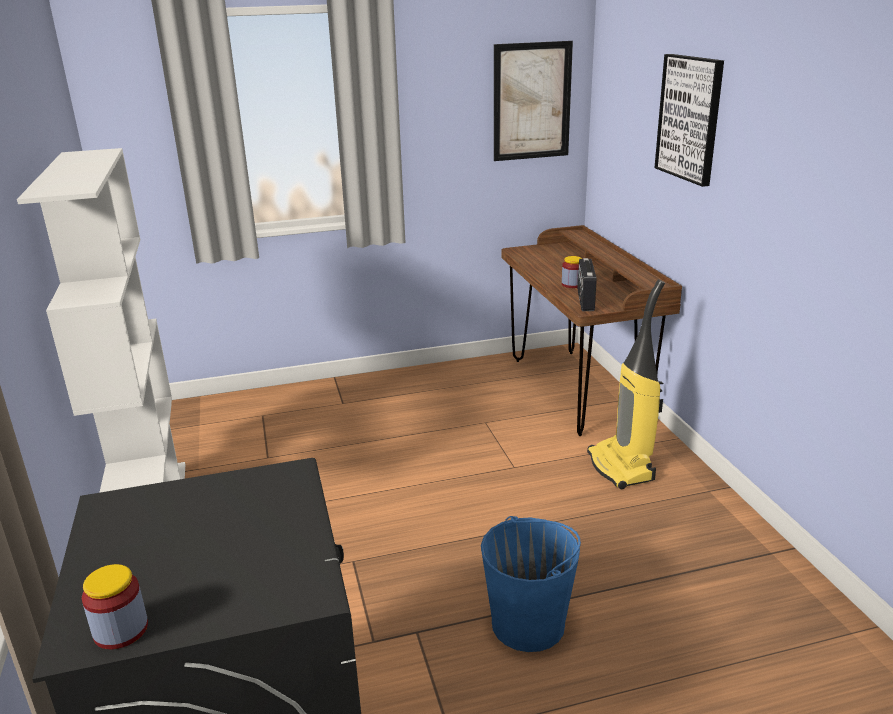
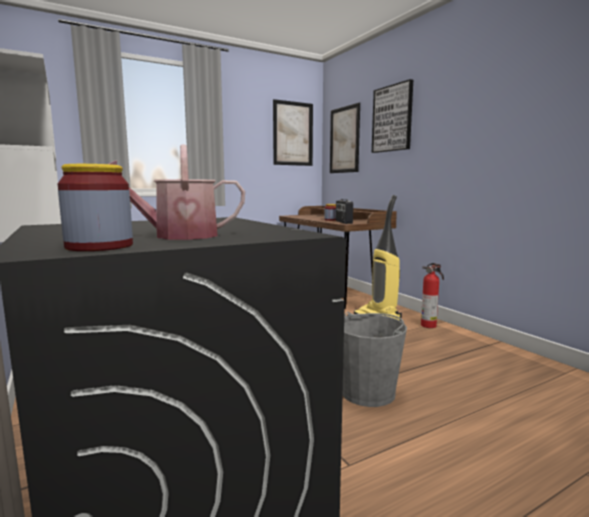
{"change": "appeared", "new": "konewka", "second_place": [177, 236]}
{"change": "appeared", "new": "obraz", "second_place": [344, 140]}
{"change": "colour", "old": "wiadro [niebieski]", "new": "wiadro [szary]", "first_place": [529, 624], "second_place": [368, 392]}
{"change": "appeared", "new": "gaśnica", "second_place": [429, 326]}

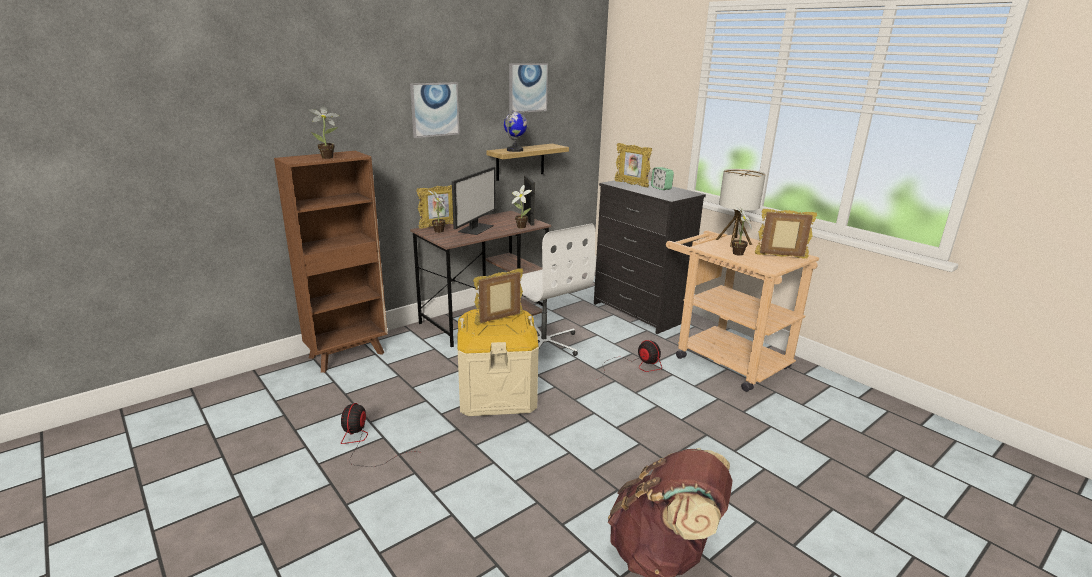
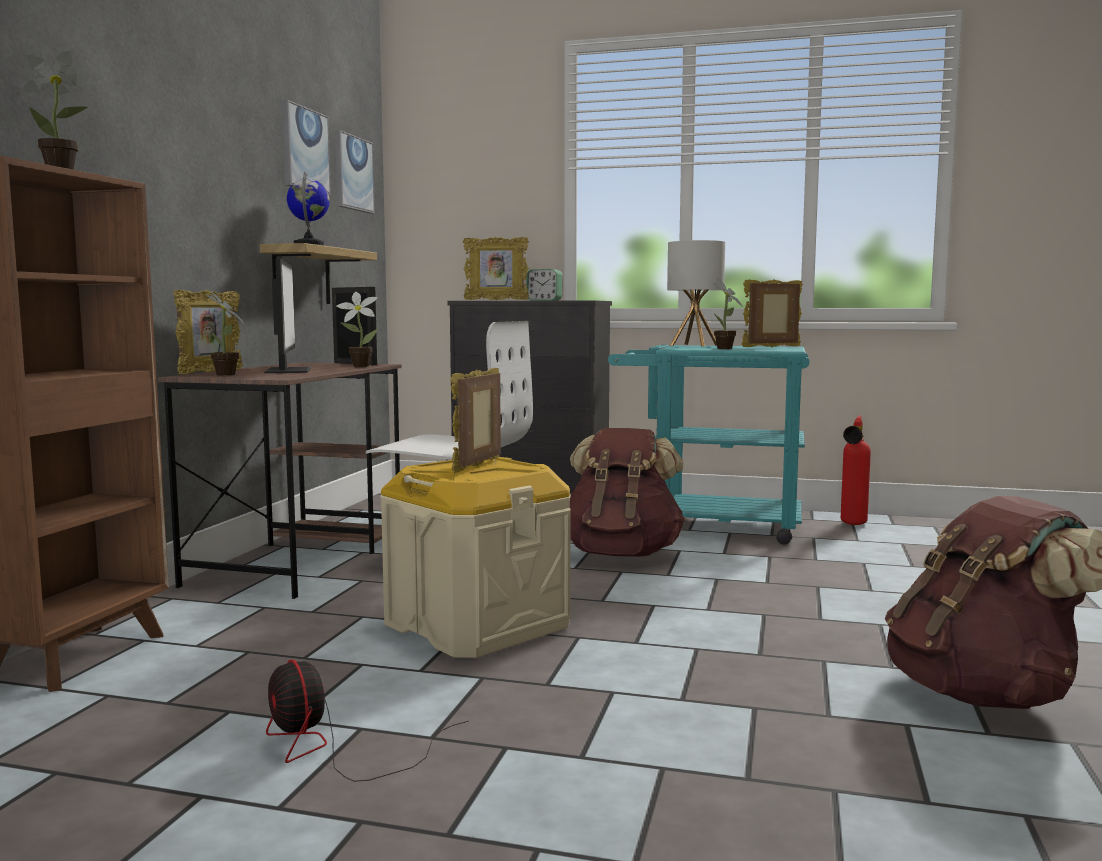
{"change": "relocated", "old": "obraz", "first_place": [434, 109], "second_place": [353, 173]}
{"change": "exchanged", "old": "wentylator", "new": "plecak [brązowy]", "first_place": [634, 366], "second_place": [621, 554]}
{"change": "colour", "old": "wózek [beżowy]", "new": "wózek [turkusowy]", "first_place": [723, 358], "second_place": [710, 526]}
{"change": "appeared", "new": "gaśnica", "second_place": [852, 525]}

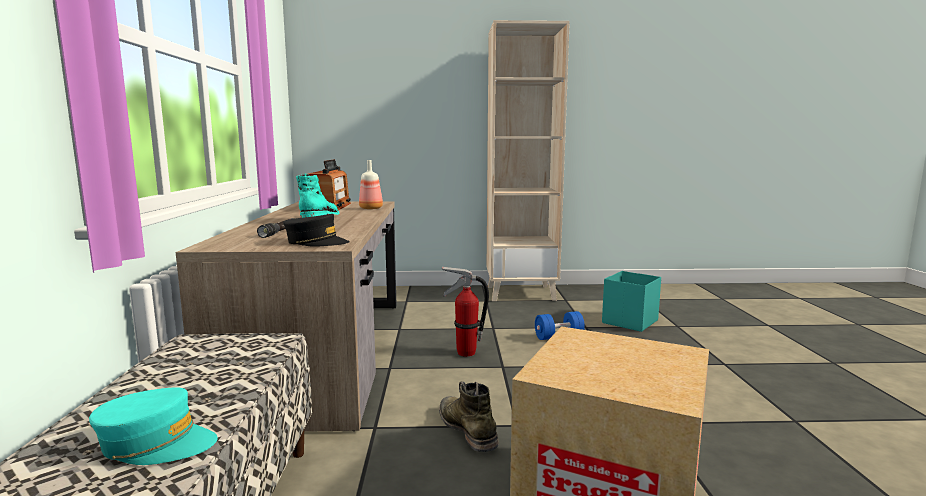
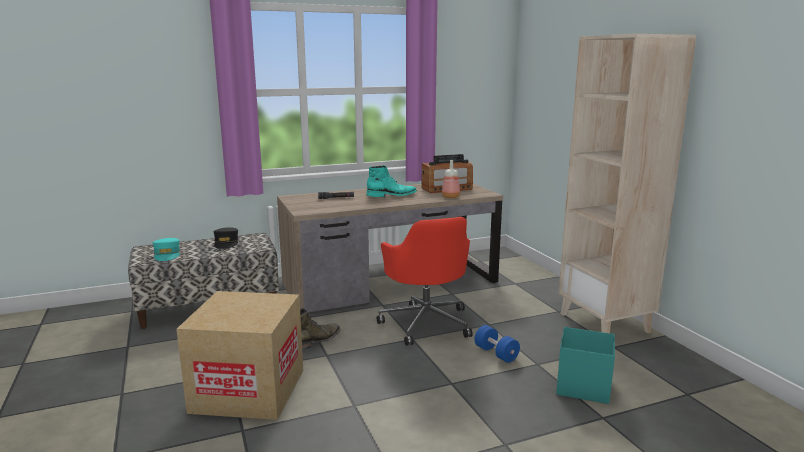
{"change": "relocated", "old": "czapka z daszkiem [czarny]", "first_place": [316, 242], "second_place": [226, 243]}
{"change": "exchanged", "old": "gaśnica", "new": "krzesło biurowe [czerwony]", "first_place": [465, 353], "second_place": [426, 322]}

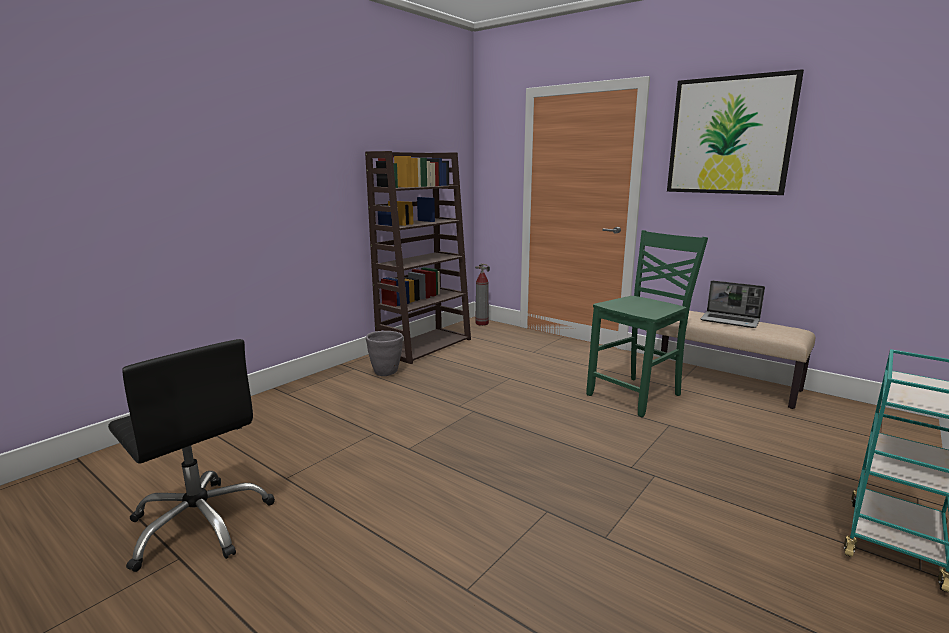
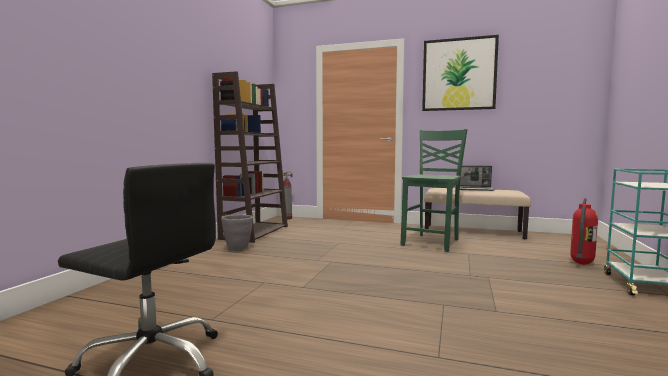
{"change": "appeared", "new": "gaśnica", "second_place": [581, 263]}

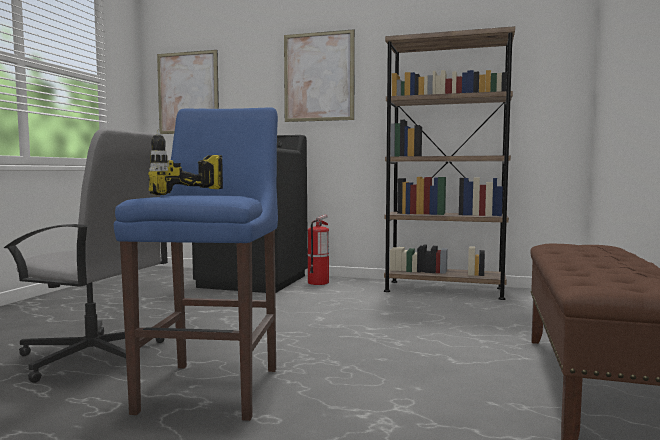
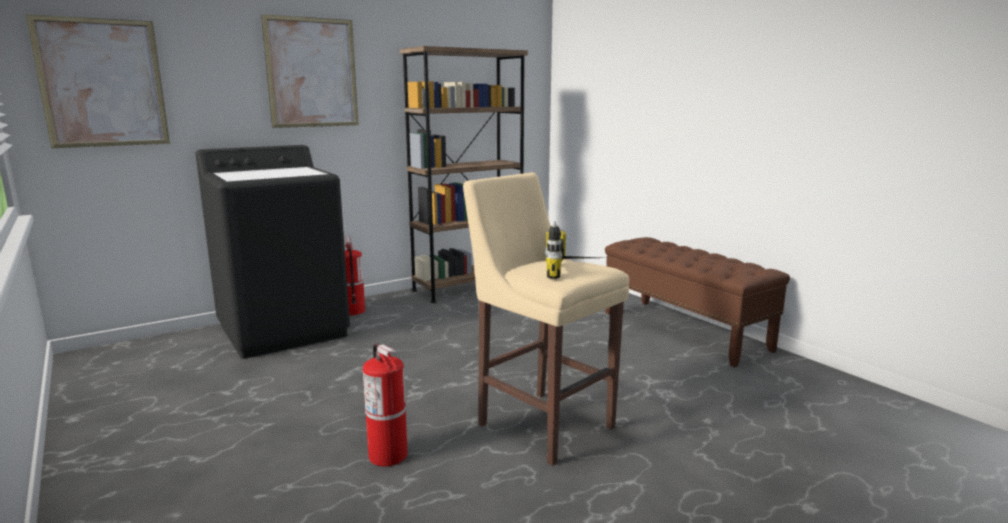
{"change": "exchanged", "old": "krzesło biurowe [szary]", "new": "gaśnica", "first_place": [94, 356], "second_place": [388, 456]}
{"change": "colour", "old": "stołek [niebieski]", "new": "stołek [beżowy]", "first_place": [214, 386], "second_place": [541, 423]}

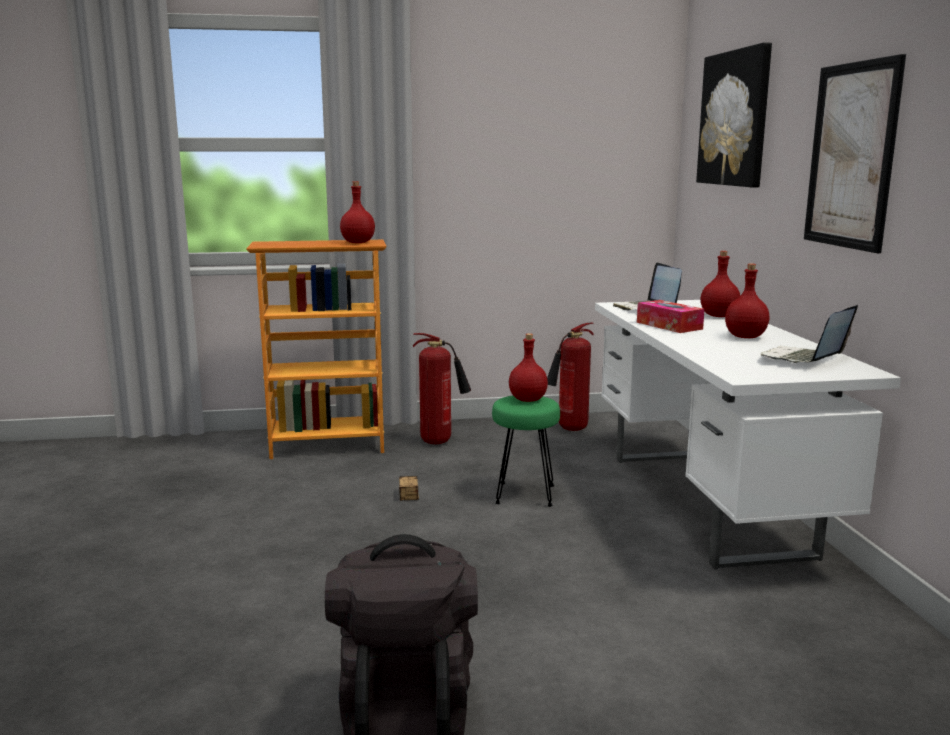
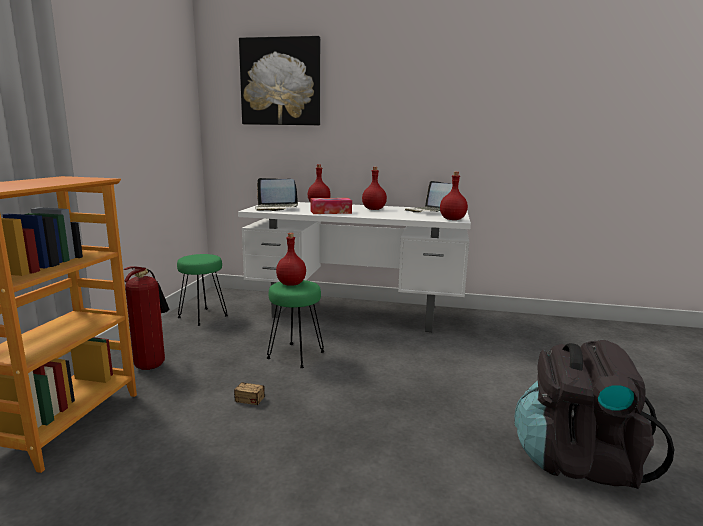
{"change": "exchanged", "old": "gaśnica", "new": "stołek [zielony]", "first_place": [570, 430], "second_place": [203, 316]}
{"change": "relocated", "old": "butelka [czerwony]", "first_place": [357, 242], "second_place": [452, 219]}
{"change": "missing", "old": "obraz", "first_place": [851, 156]}

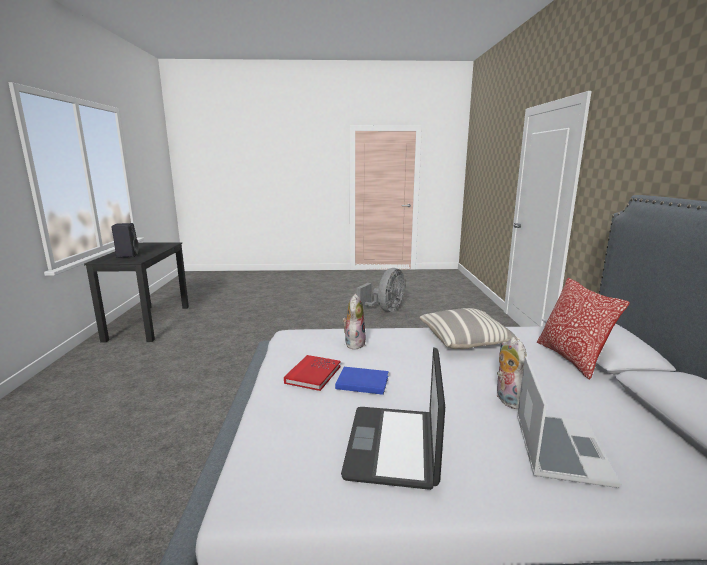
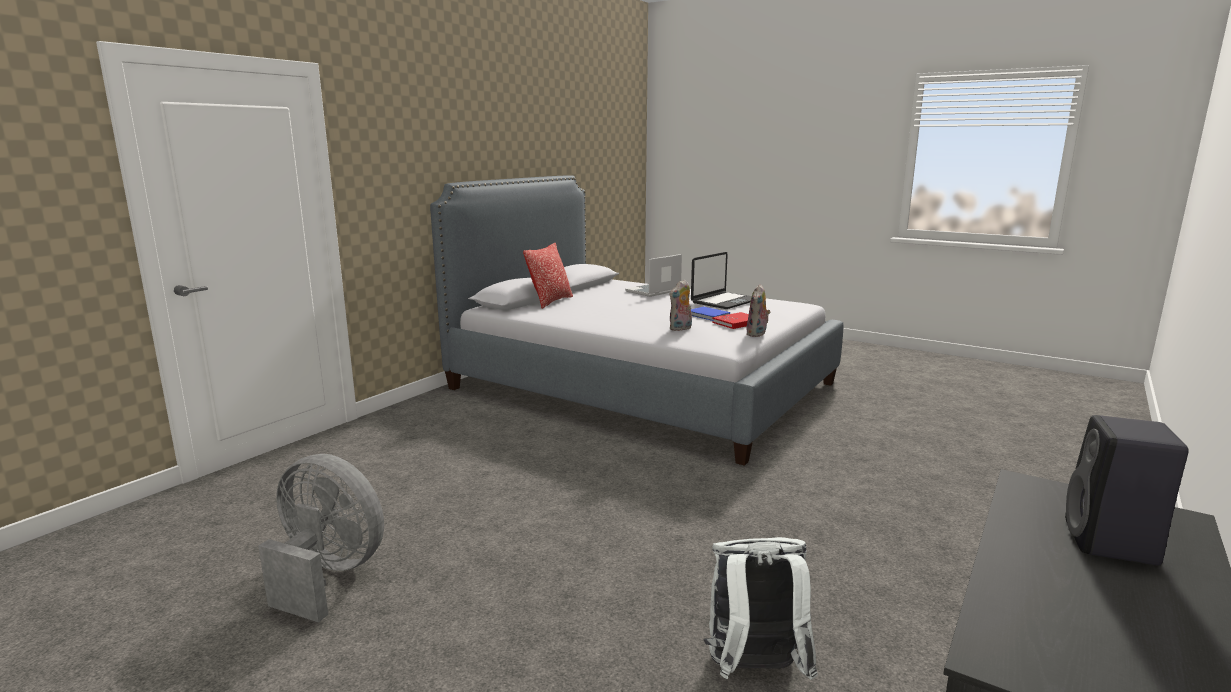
{"change": "spun", "old": "wentylator [szary]", "first_place": [385, 310], "second_place": [327, 575], "degrees": 45}
{"change": "appeared", "new": "plecak [biały]", "second_place": [754, 671]}
{"change": "relocated", "old": "pluszak", "first_place": [507, 399], "second_place": [757, 334]}
{"change": "missing", "old": "poduszka", "first_place": [465, 340]}

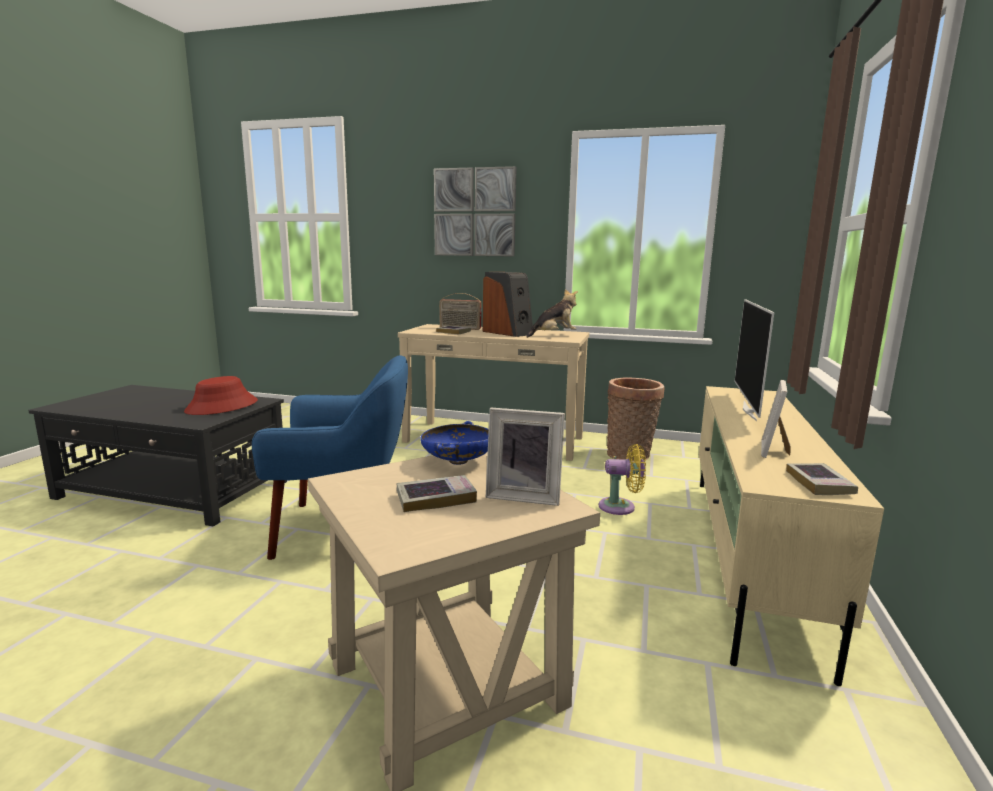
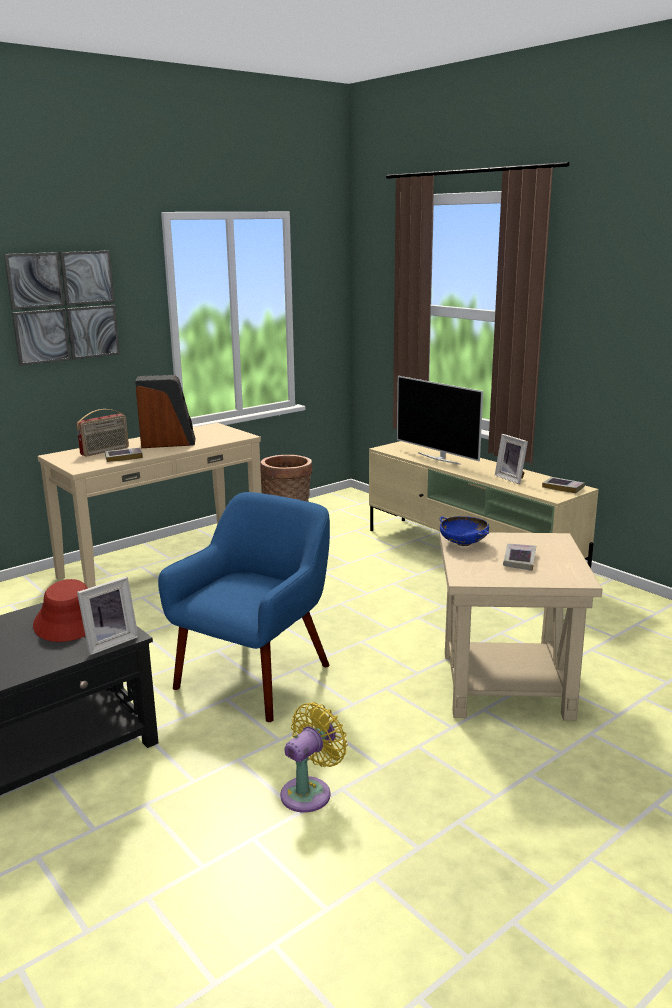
{"change": "relocated", "old": "ramka na zdjęcie", "first_place": [524, 496], "second_place": [109, 642]}
{"change": "relocated", "old": "wentylator [żółty]", "first_place": [621, 507], "second_place": [309, 792]}
{"change": "missing", "old": "pluszak", "first_place": [554, 336]}

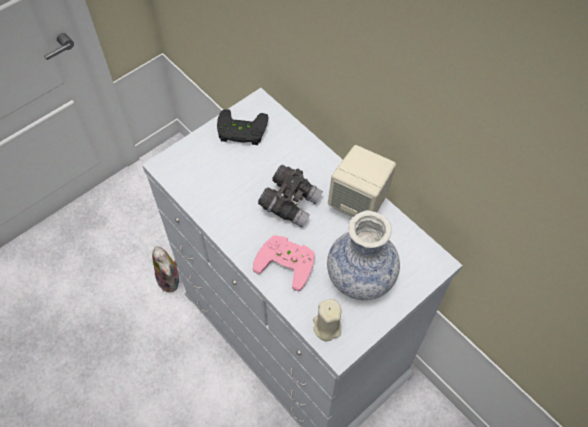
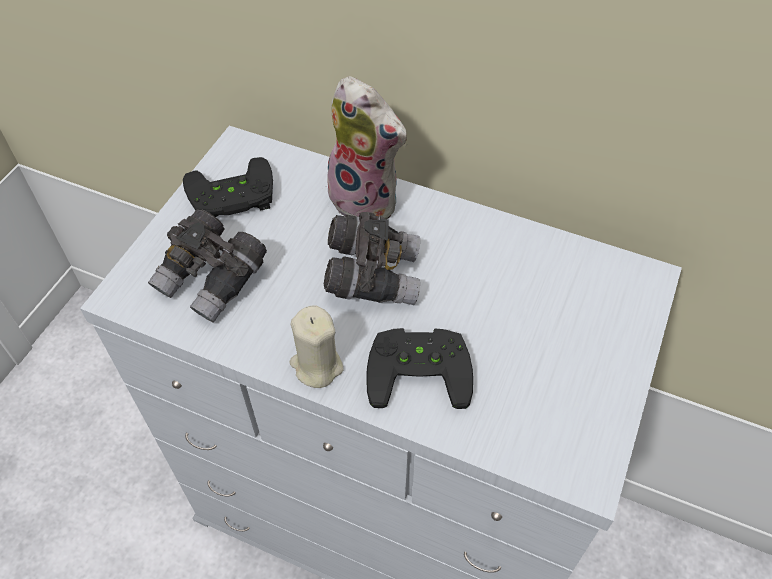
{"change": "appeared", "new": "lornetka [szary]", "second_place": [213, 280]}
{"change": "relocated", "old": "świeca [beżowy]", "first_place": [327, 327], "second_place": [316, 366]}
{"change": "relocated", "old": "pluszak", "first_place": [171, 280], "second_place": [368, 199]}
{"change": "colour", "old": "pad do gier [różowy]", "new": "pad do gier [czarny]", "first_place": [287, 261], "second_place": [419, 367]}
{"change": "missing", "old": "wazon", "first_place": [360, 276]}
{"change": "missing", "old": "głośnik [beżowy]", "first_place": [359, 203]}

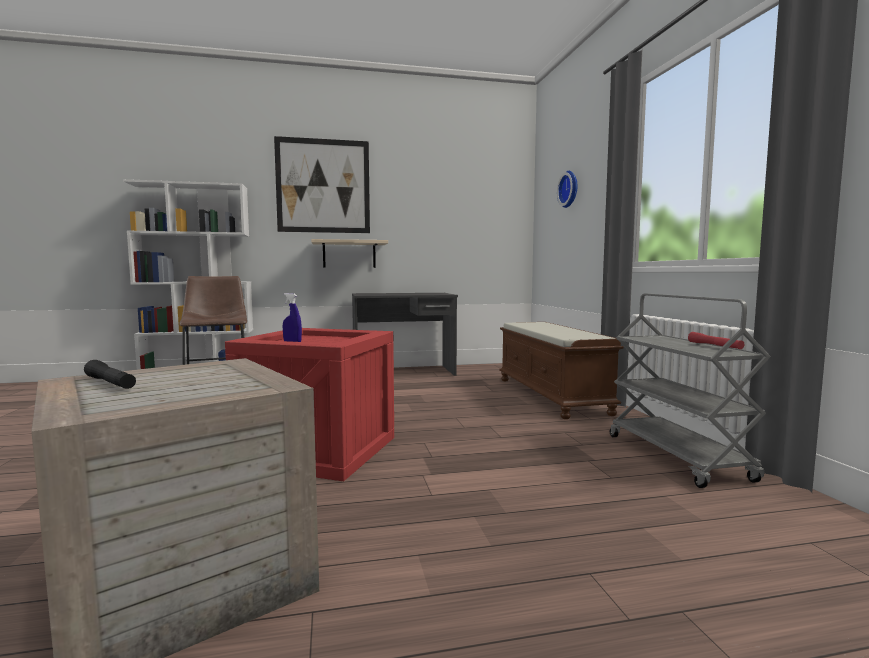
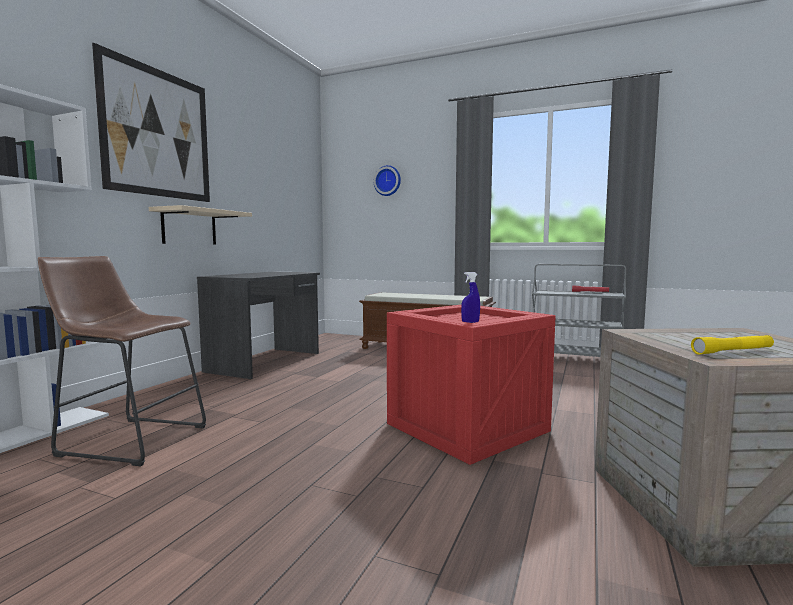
{"change": "colour", "old": "latarka [czarny]", "new": "latarka [żółty]", "first_place": [110, 383], "second_place": [733, 351]}

